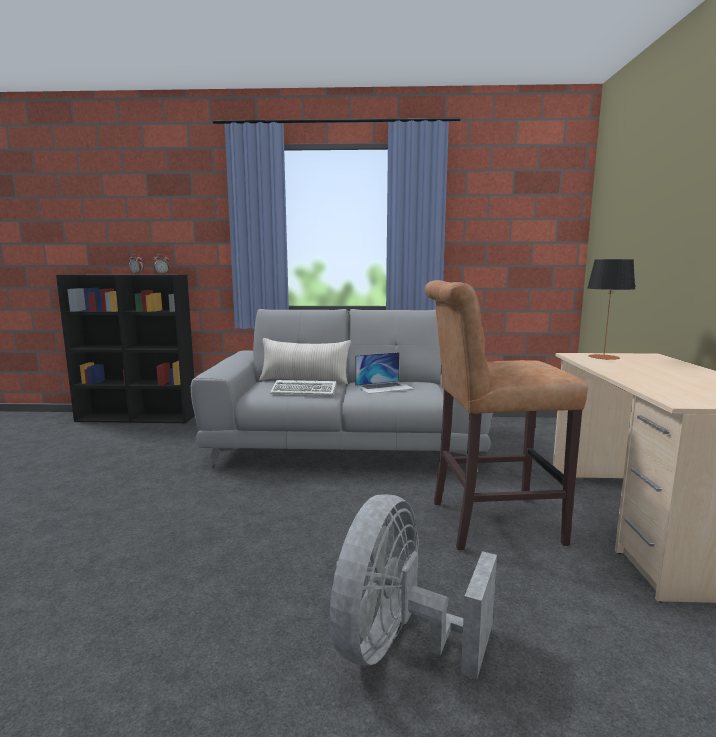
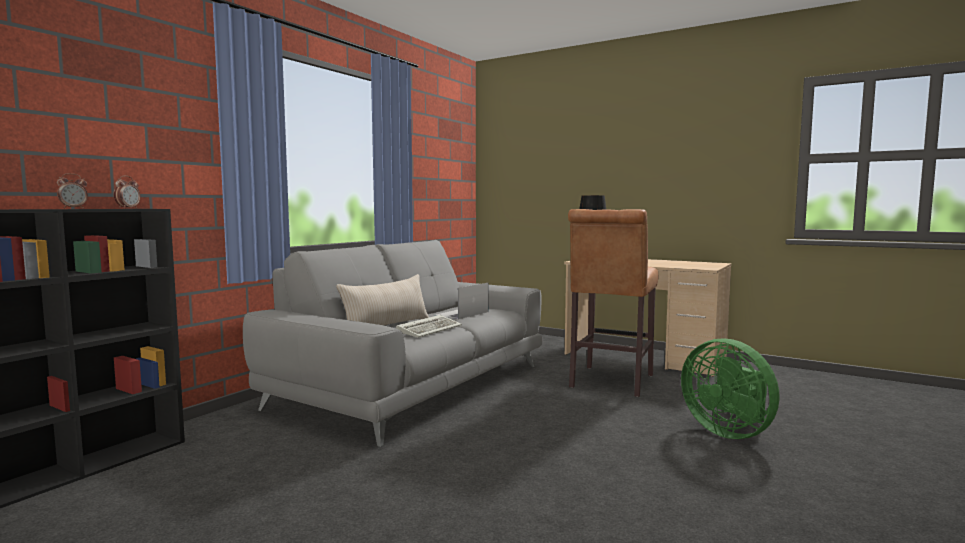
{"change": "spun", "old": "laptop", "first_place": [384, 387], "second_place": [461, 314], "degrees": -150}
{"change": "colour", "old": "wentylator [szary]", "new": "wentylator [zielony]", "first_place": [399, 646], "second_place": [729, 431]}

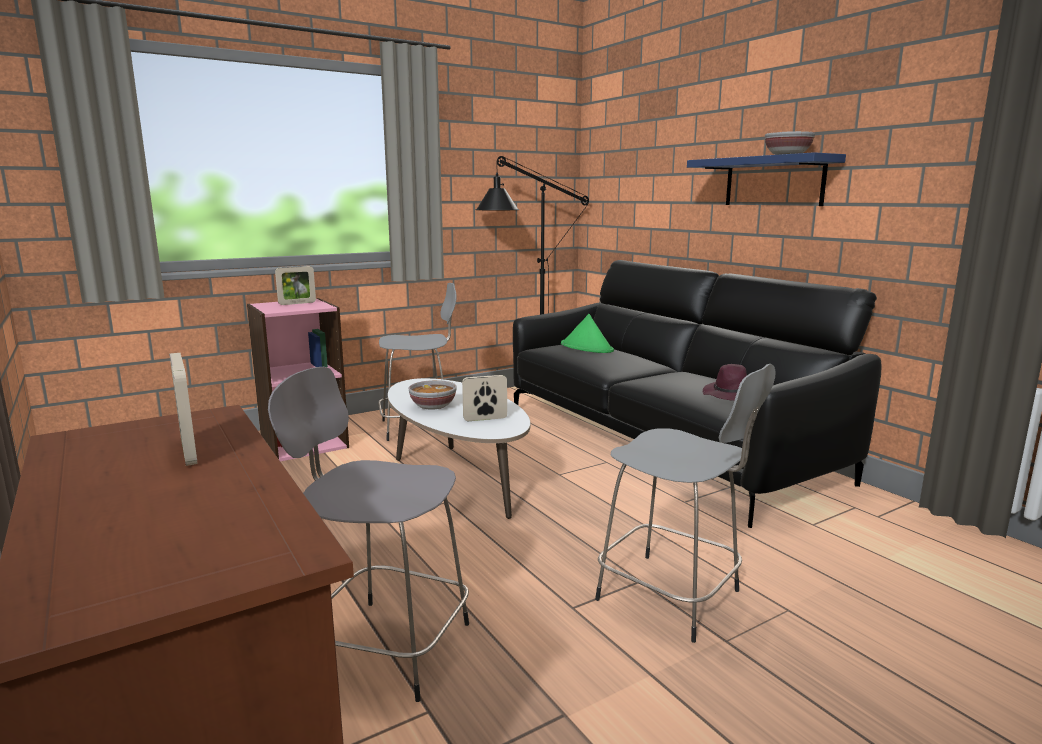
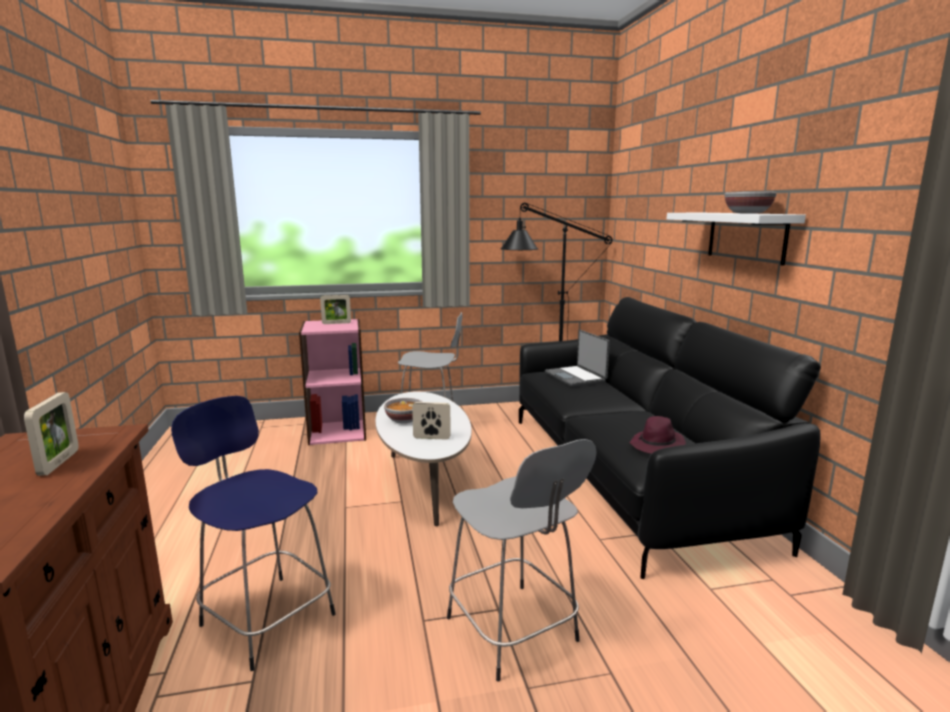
{"change": "colour", "old": "stołek [szary]", "new": "stołek [niebieski]", "first_place": [386, 646], "second_place": [265, 617]}
{"change": "exchanged", "old": "kapelusz [zielony]", "new": "laptop", "first_place": [587, 347], "second_place": [576, 377]}
{"change": "colour", "old": "półka [niebieski]", "new": "półka [biały]", "first_place": [773, 182], "second_place": [746, 236]}

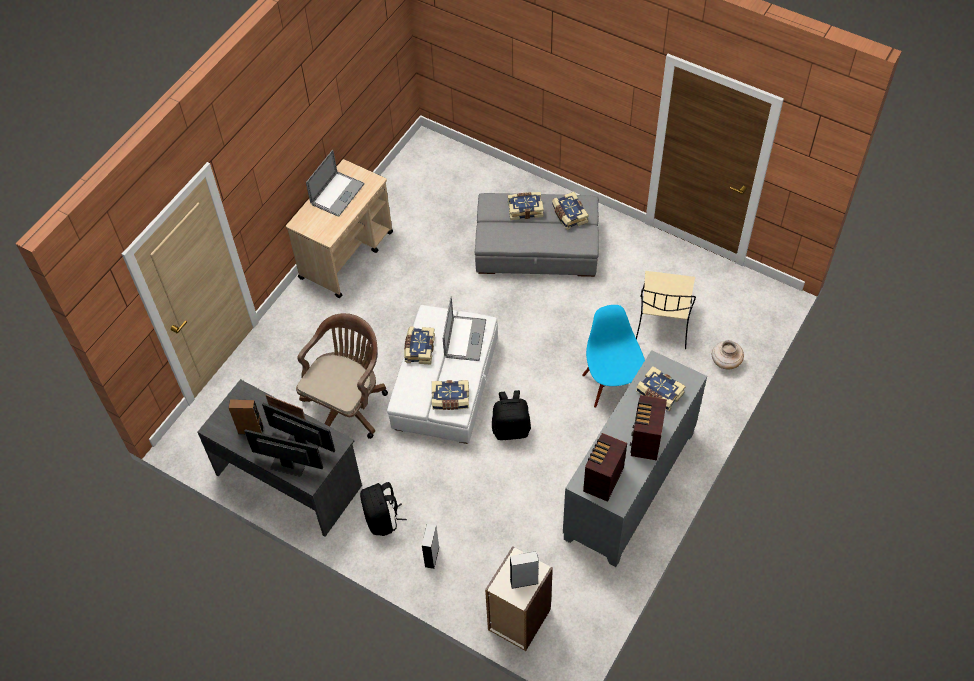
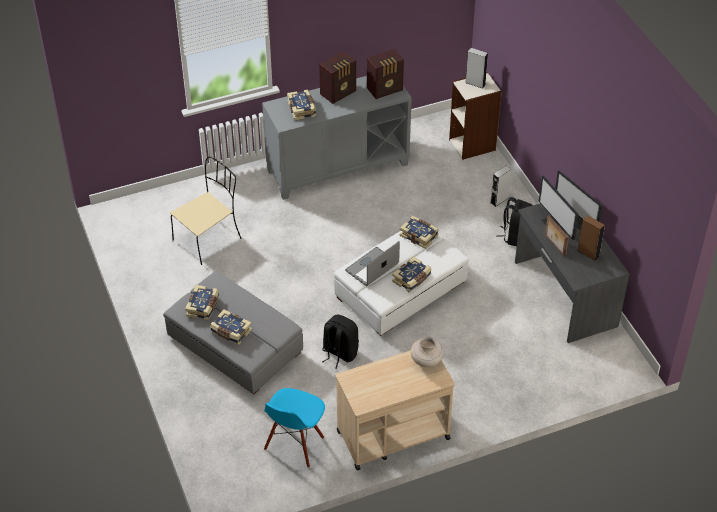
{"change": "relocated", "old": "krzesło [niebieski]", "first_place": [611, 386], "second_place": [294, 444]}
{"change": "relocated", "old": "plecak [czarny]", "first_place": [511, 428], "second_place": [339, 353]}
{"change": "relocated", "old": "wazon [beżowy]", "first_place": [725, 362], "second_place": [426, 361]}
{"change": "missing", "old": "krzesło biurowe [brązowy]", "first_place": [347, 404]}
{"change": "missing", "old": "laptop", "first_place": [337, 194]}

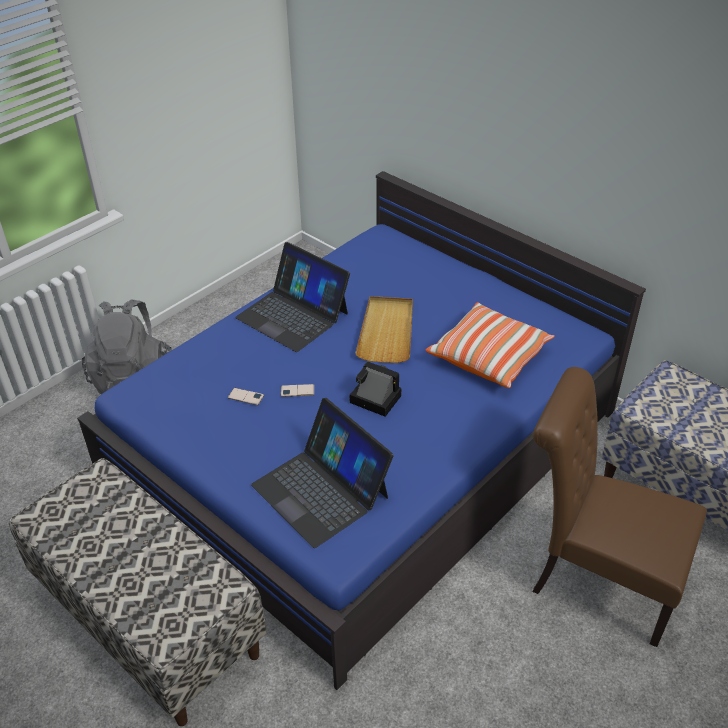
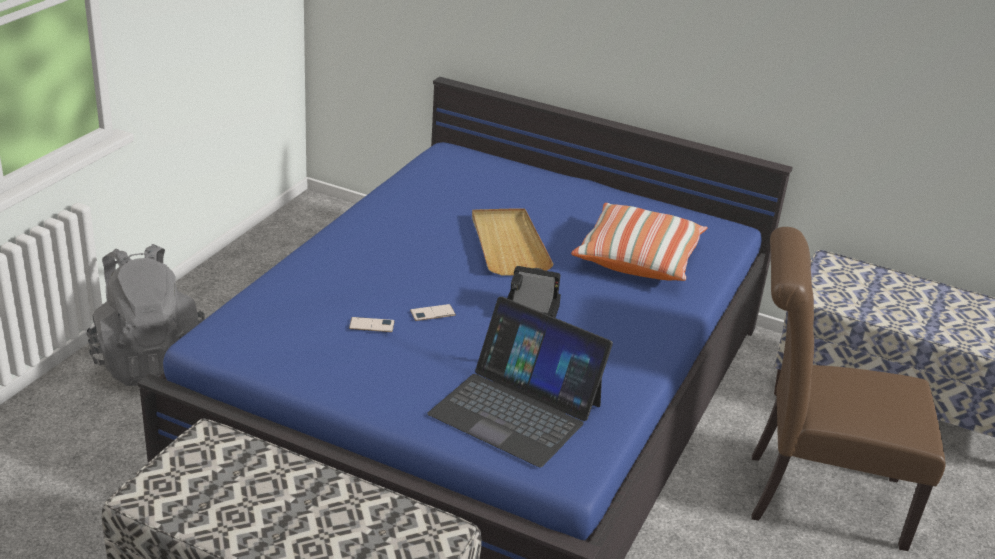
{"change": "missing", "old": "laptop", "first_place": [293, 315]}

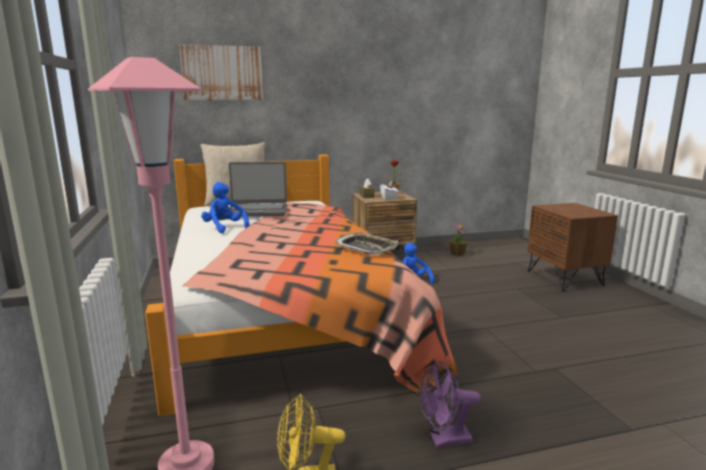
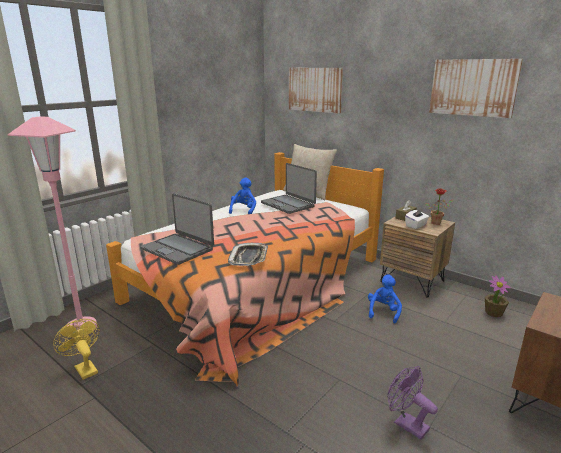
{"change": "appeared", "new": "laptop", "second_place": [178, 249]}
{"change": "relocated", "old": "wentylator [fioletowy]", "first_place": [444, 439], "second_place": [406, 424]}
{"change": "appeared", "new": "obraz", "second_place": [473, 87]}

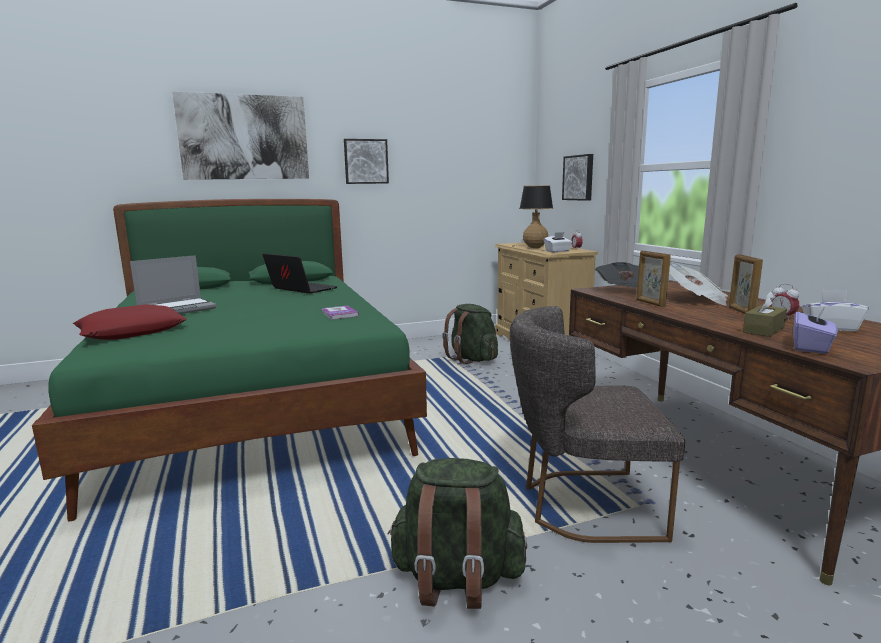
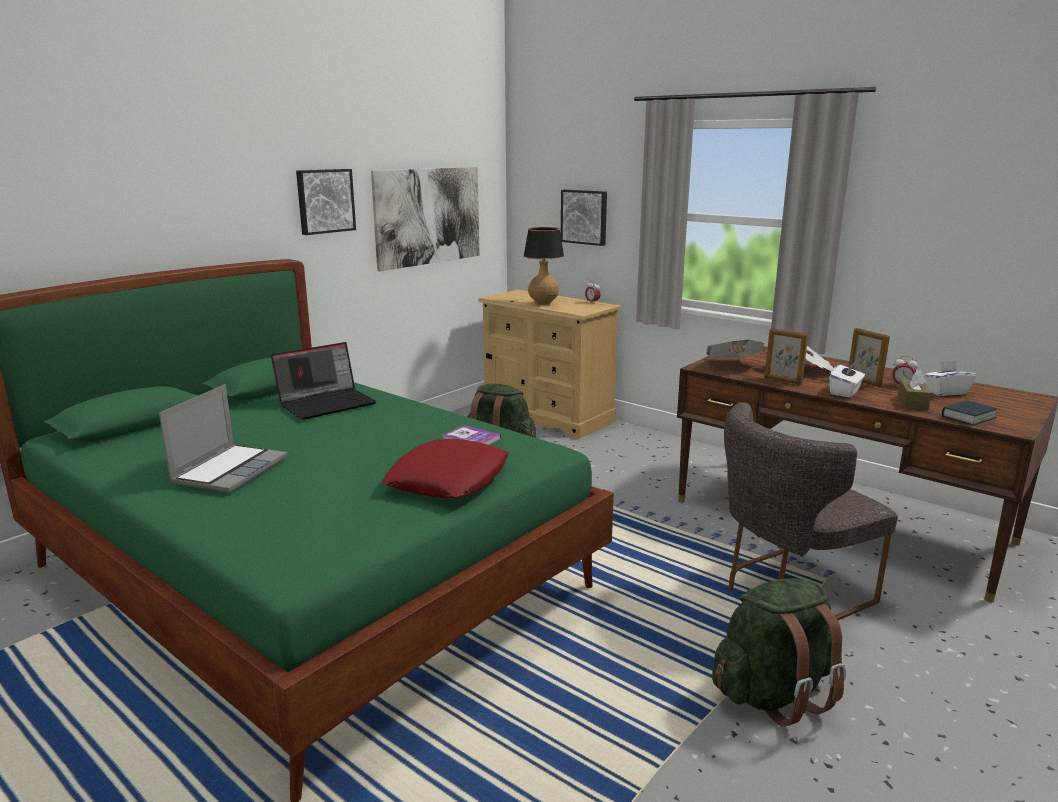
{"change": "spun", "old": "laptop", "first_place": [300, 289], "second_place": [327, 403], "degrees": 135}
{"change": "relocated", "old": "obraz", "first_place": [244, 137], "second_place": [428, 216]}
{"change": "relocated", "old": "poduszka [czerwony]", "first_place": [132, 331], "second_place": [448, 479]}
{"change": "relocated", "old": "pudełko chusteczek [biały]", "first_place": [557, 251], "second_place": [845, 392]}
{"change": "exchanged", "old": "pudełko chusteczek [fioletowy]", "new": "książka", "first_place": [811, 347], "second_place": [968, 417]}

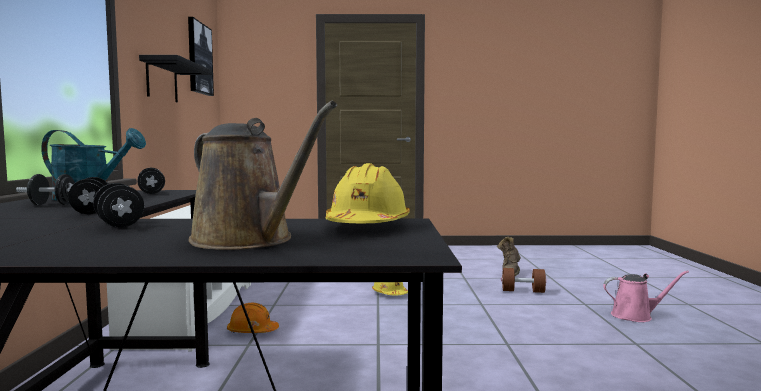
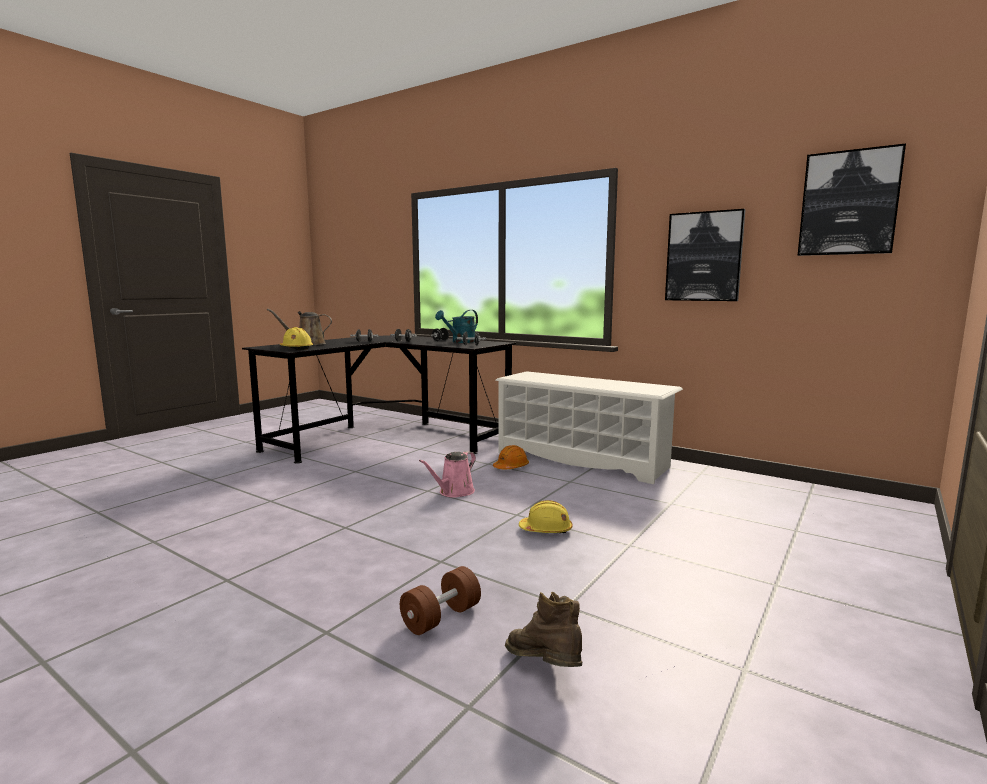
{"change": "relocated", "old": "konewka [różowy]", "first_place": [635, 316], "second_place": [454, 492]}
{"change": "exchanged", "old": "półka [czarny]", "new": "obraz", "first_place": [162, 81], "second_place": [704, 256]}

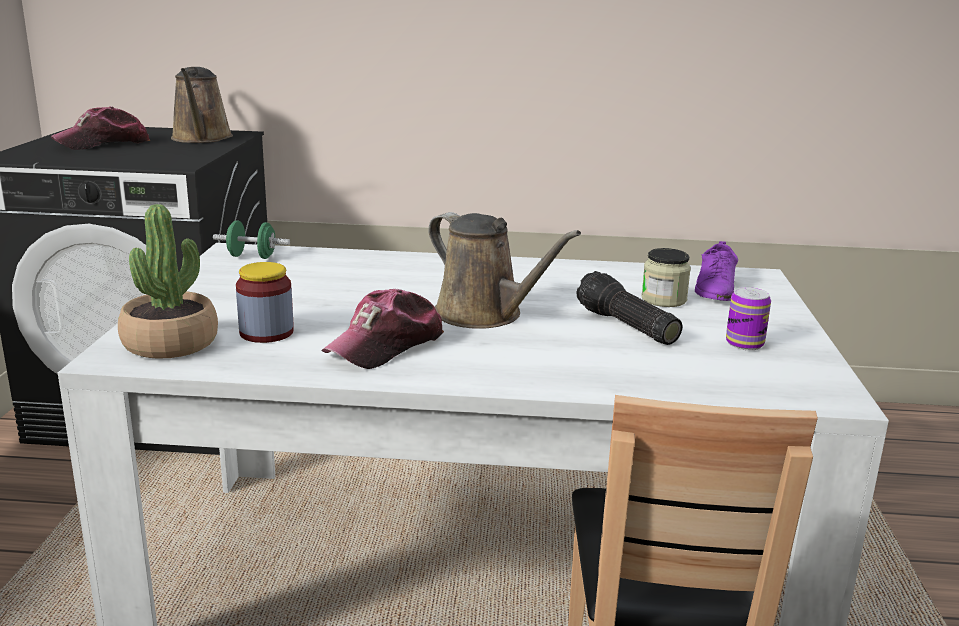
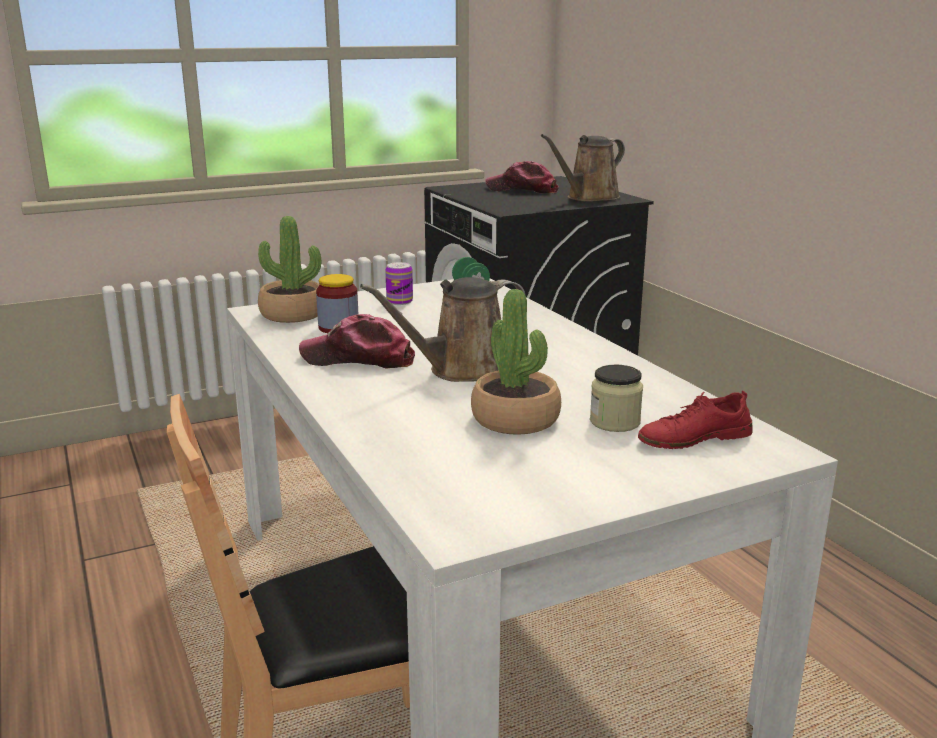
{"change": "spun", "old": "konewka [brązowy]", "first_place": [484, 315], "second_place": [462, 370], "degrees": 45}
{"change": "relocated", "old": "puszka", "first_place": [744, 343], "second_place": [399, 301]}
{"change": "exchanged", "old": "latarka", "new": "roślina doniczkowa", "first_place": [625, 326], "second_place": [516, 419]}
{"change": "colour", "old": "but [fioletowy]", "new": "but [czerwony]", "first_place": [715, 288], "second_place": [694, 438]}

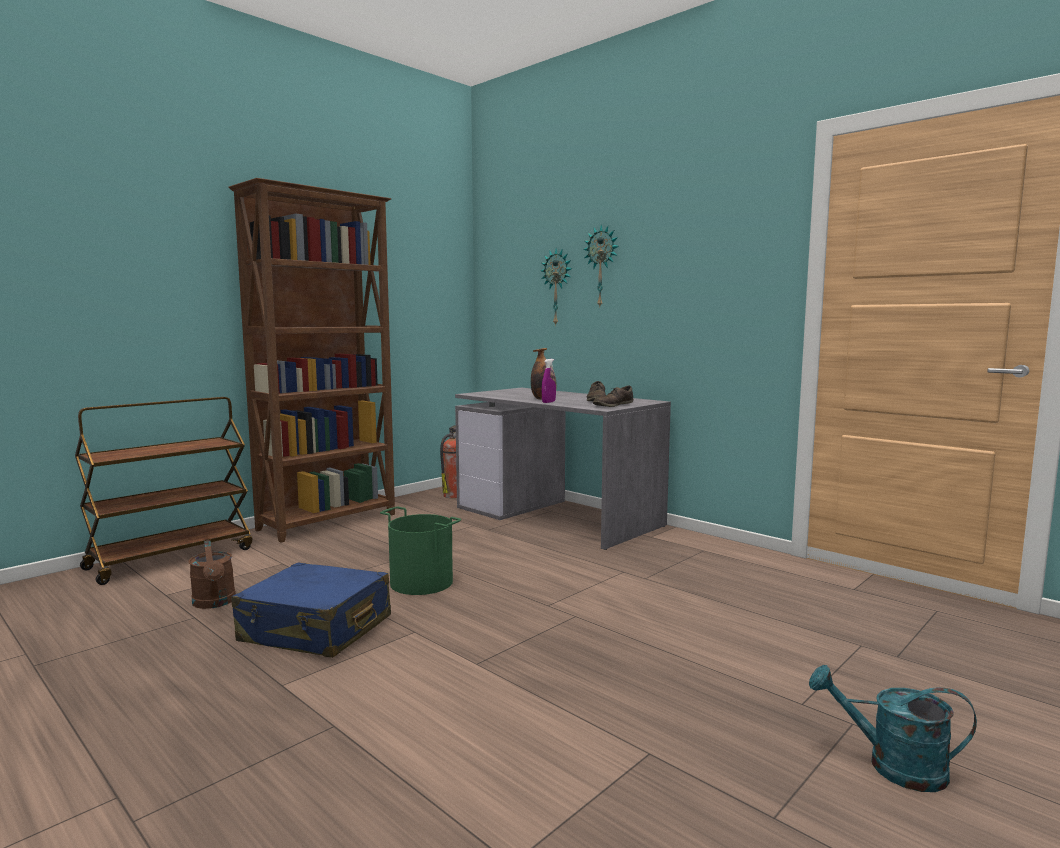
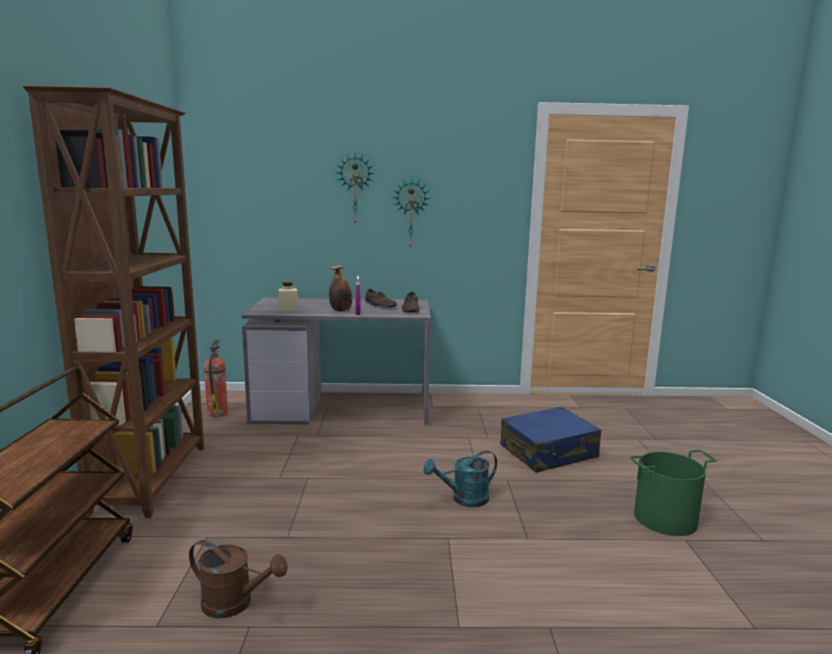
{"change": "appeared", "new": "słoik [beżowy]", "second_place": [288, 309]}
{"change": "relocated", "old": "zegar ścienny", "first_place": [558, 287], "second_place": [411, 213]}
{"change": "relocated", "old": "konewka [turkusowy]", "first_place": [892, 766], "second_place": [464, 499]}
{"change": "relocated", "old": "walizka [niebieski]", "first_place": [316, 630], "second_place": [548, 452]}
{"change": "relocated", "old": "wiadro [zielony]", "first_place": [422, 582], "second_place": [664, 518]}

